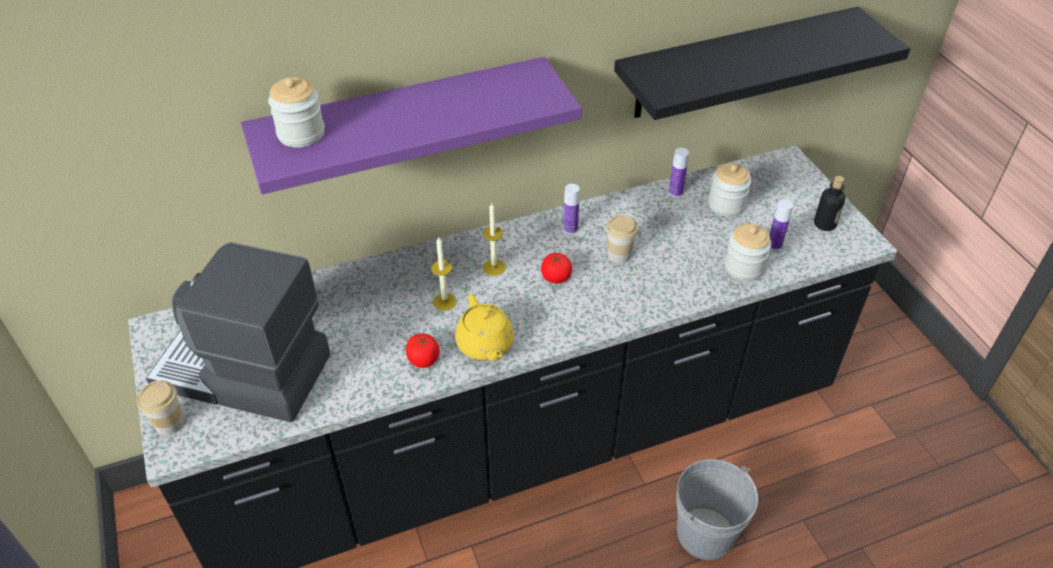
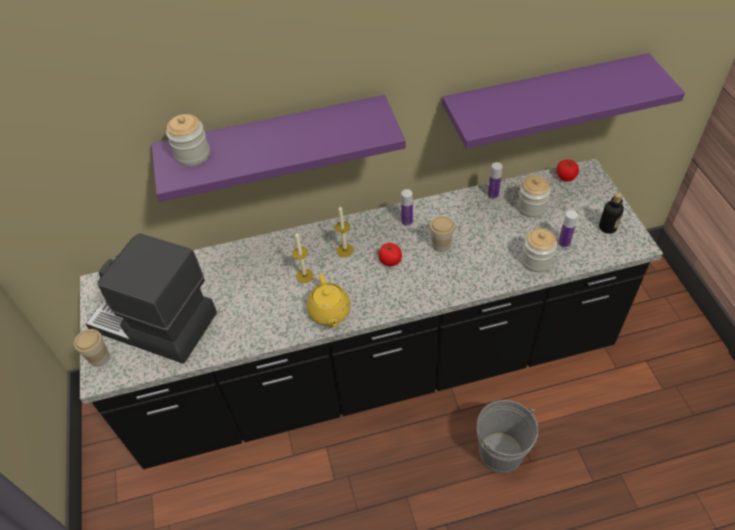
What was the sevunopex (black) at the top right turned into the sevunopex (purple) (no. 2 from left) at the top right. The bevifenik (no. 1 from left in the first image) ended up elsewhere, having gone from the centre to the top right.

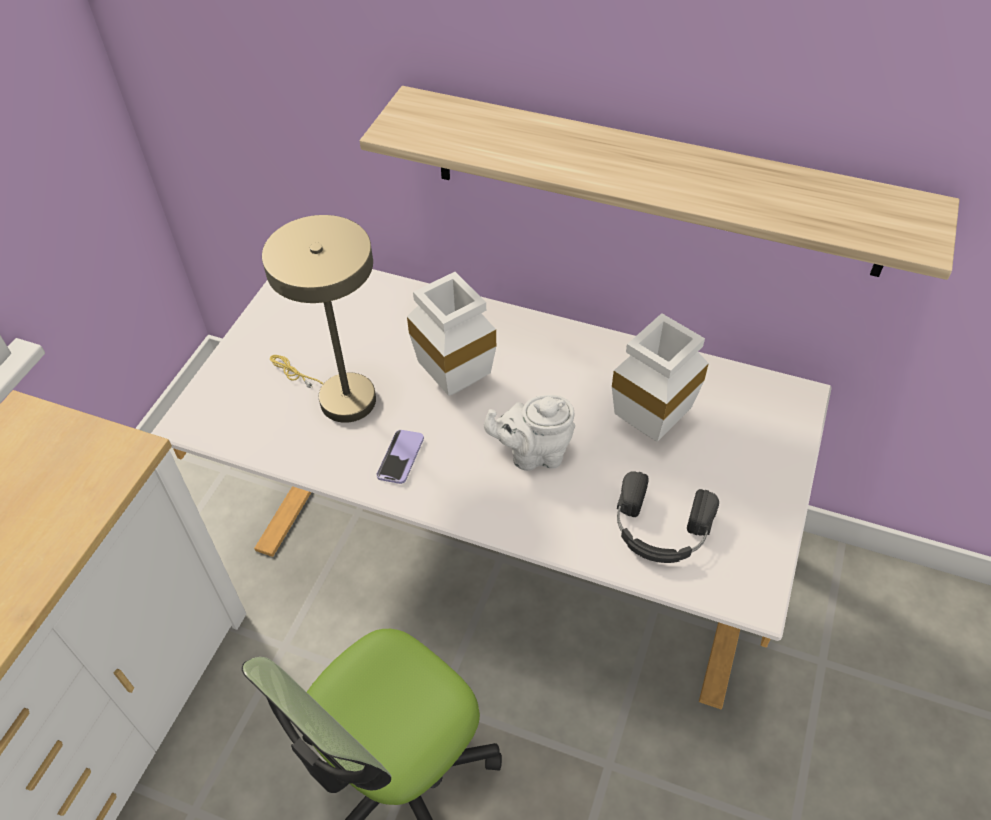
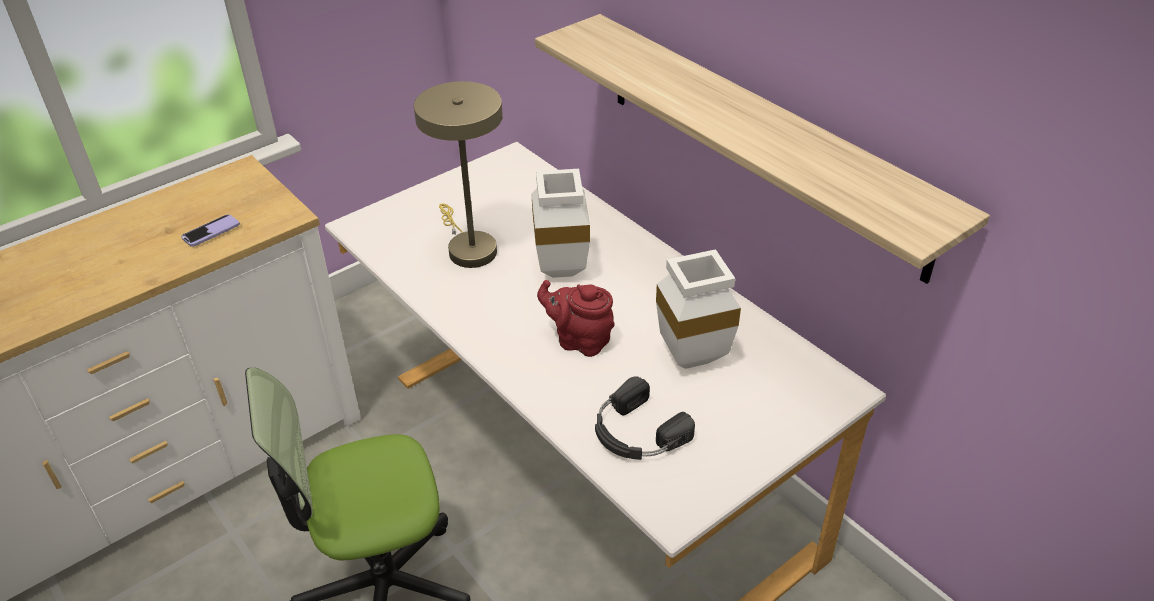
The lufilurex ended up elsewhere, having gone from the centre to the middle left. What was the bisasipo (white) at the centre turned into the bisasipo (red) at the centre.

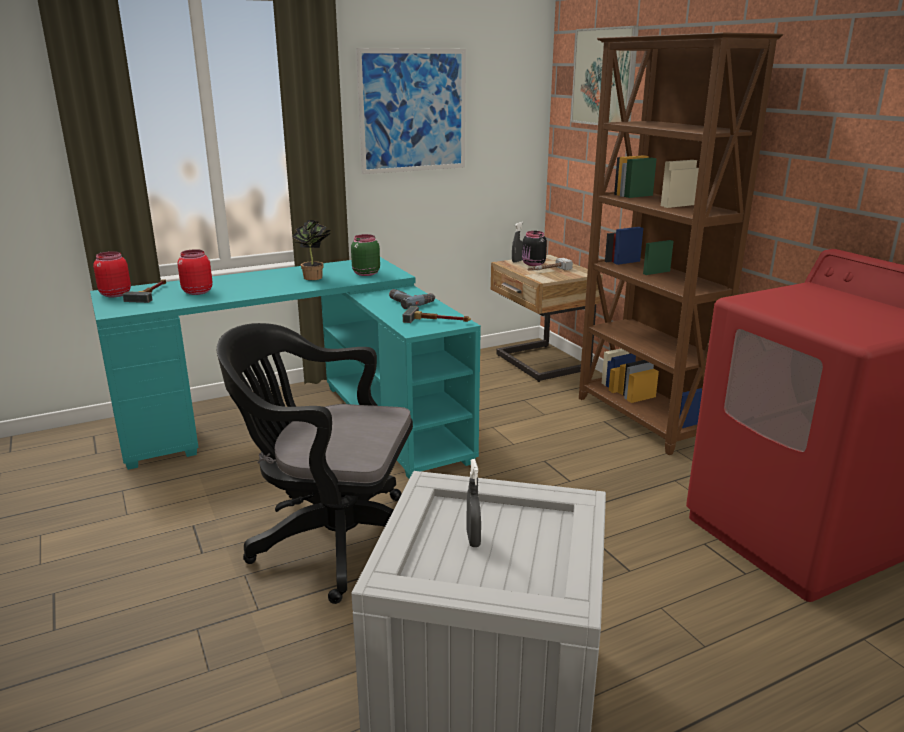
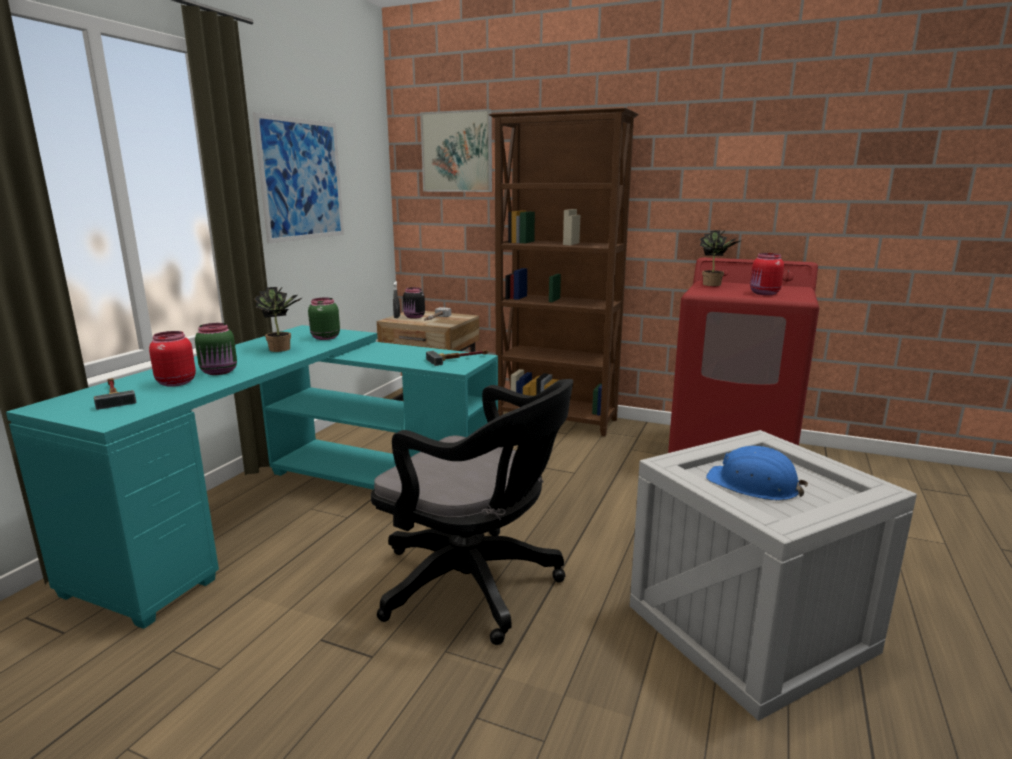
The second view gained the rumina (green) (no. 1 from left) at the middle left. The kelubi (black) at the centre ended up facing another way, 120 degrees counterclockwise from before. The second view gained the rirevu (no. 2 from left) at the middle right. Where the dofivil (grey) (no. 1 from left) stood at the bottom centre, the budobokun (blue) came to stand at the middle right. The rumina (red) (no. 1 from left in the first image) ended up elsewhere, having gone from the middle left to the middle right. The second view lost the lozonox at the centre.

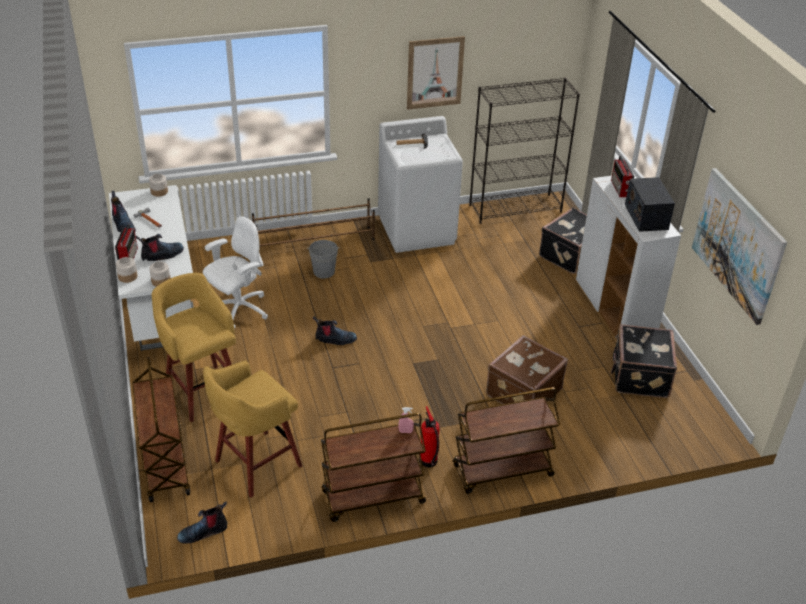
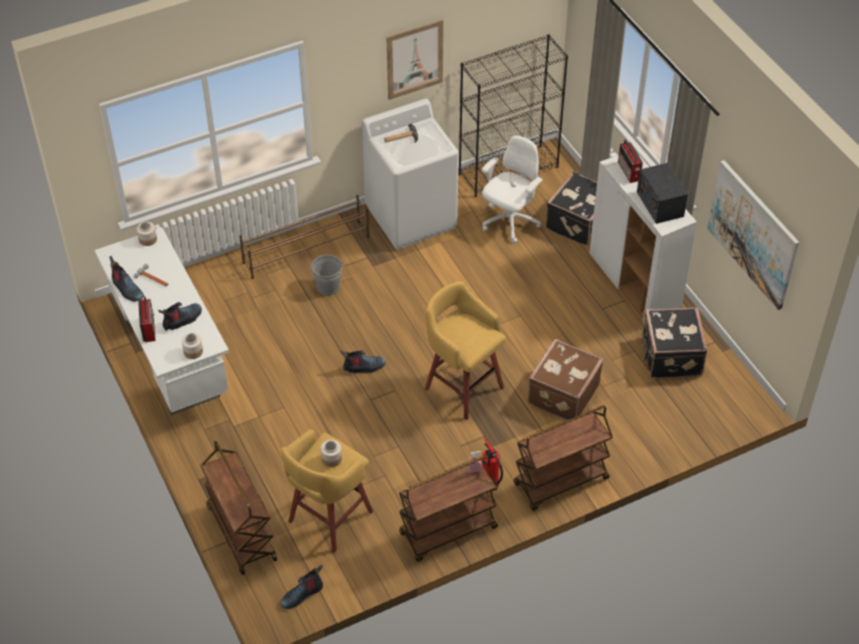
The rumina (no. 1 from left in the first image) ended up elsewhere, having gone from the middle left to the bottom centre. The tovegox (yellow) (no. 1 from left in the first image) ended up elsewhere, having gone from the middle left to the centre. The kelubi (white) ended up elsewhere, having gone from the middle left to the top centre.

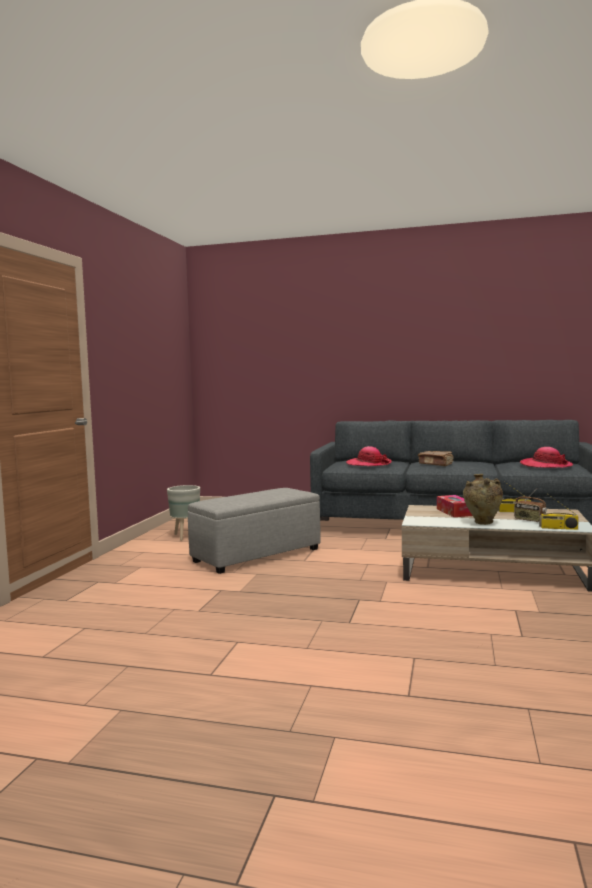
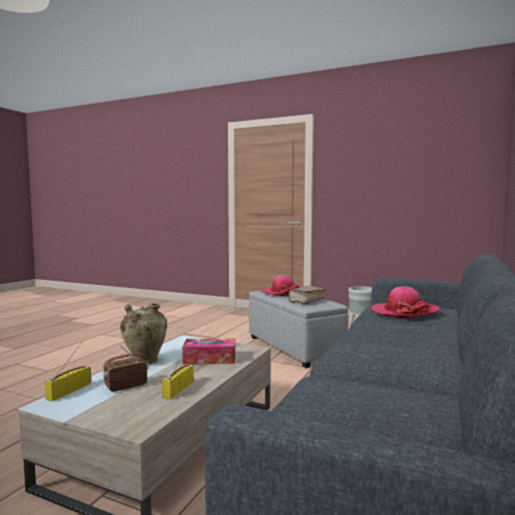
The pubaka (no. 2 from left in the first image) ended up elsewhere, having gone from the middle right to the centre. The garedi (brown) ended up elsewhere, having gone from the middle right to the centre.

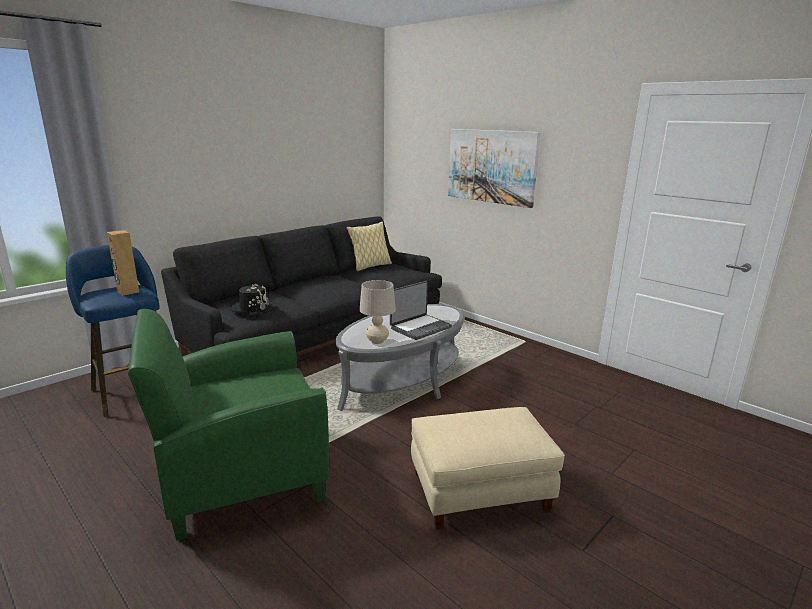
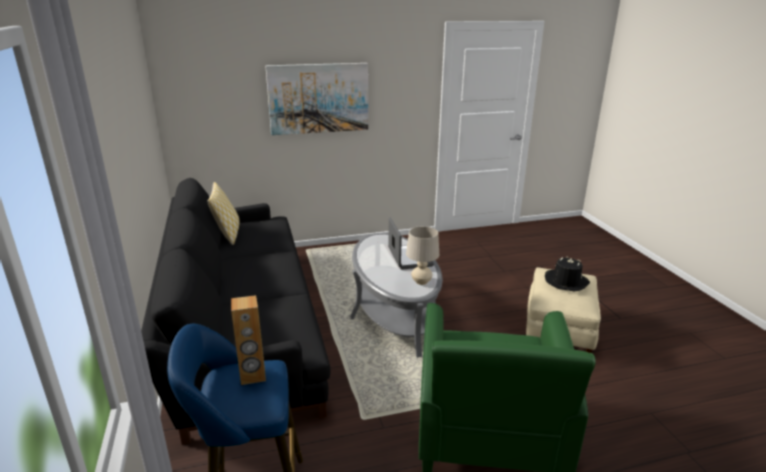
The pubaka (black) ended up elsewhere, having gone from the middle left to the middle right.

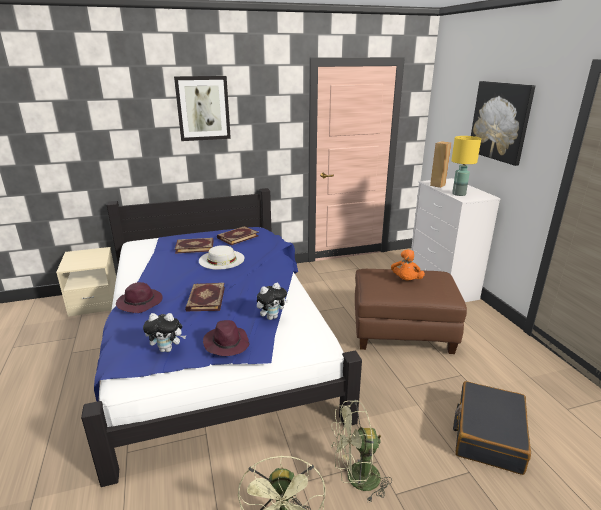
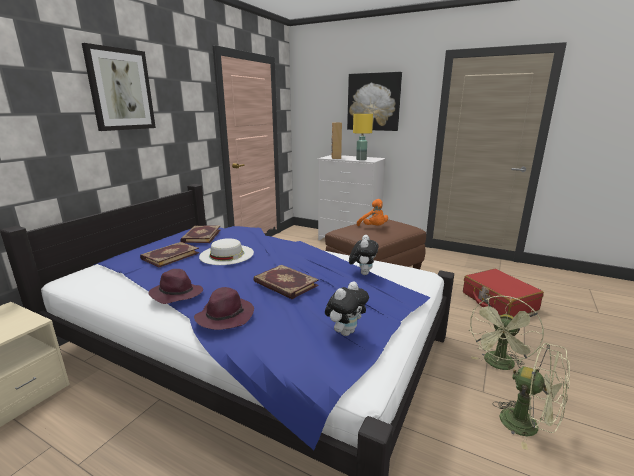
The pubaka (purple) (no. 2 from left in the first image) ended up elsewhere, having gone from the centre to the middle left. What was the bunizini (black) at the bottom right turned into the bunizini (red) at the middle right.

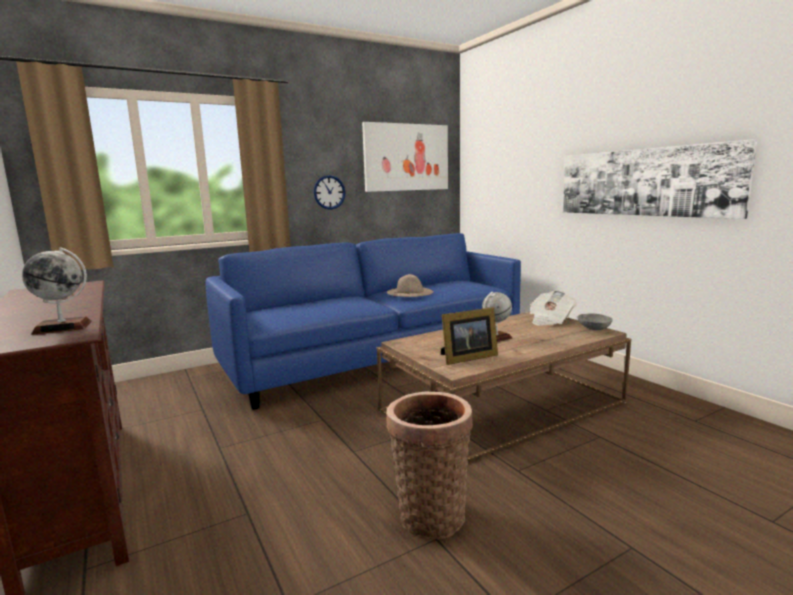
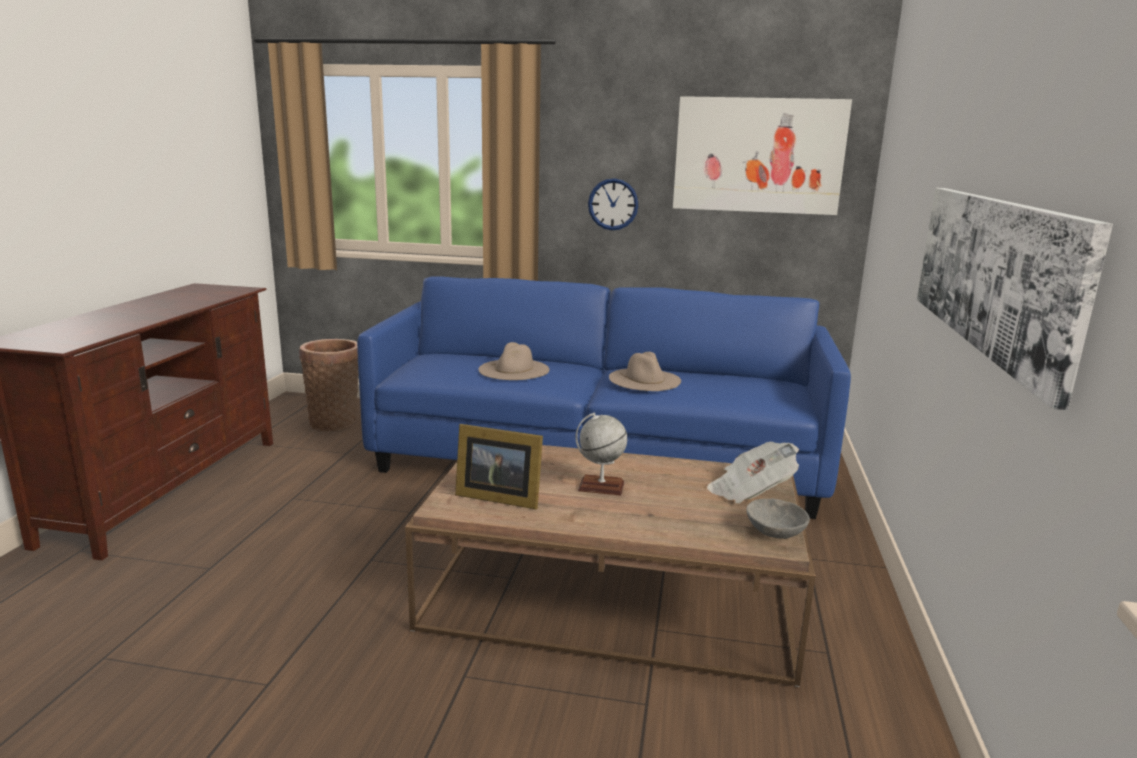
The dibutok ended up elsewhere, having gone from the bottom centre to the middle left. The second view gained the pubaka (beige) (no. 1 from left) at the centre. The second view lost the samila (no. 1 from left) at the middle left.

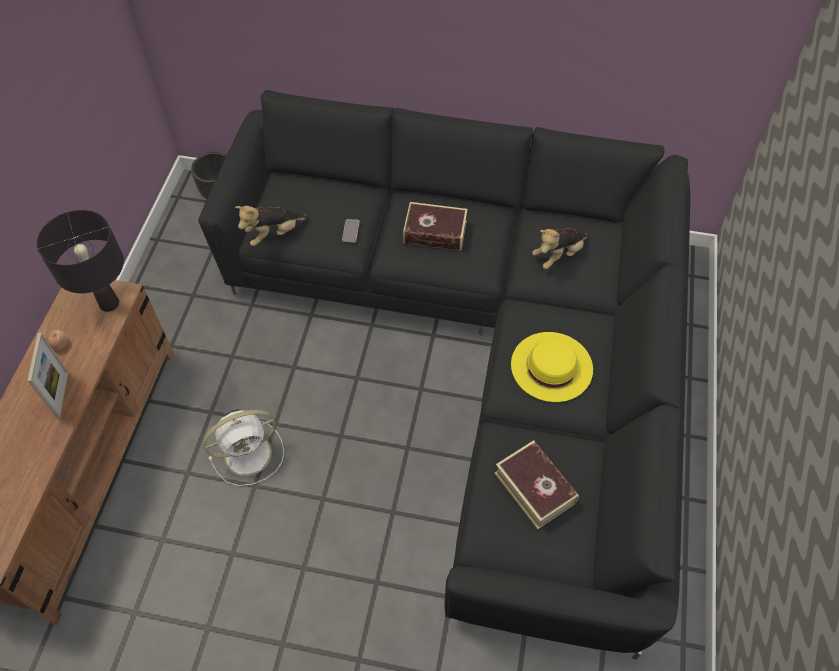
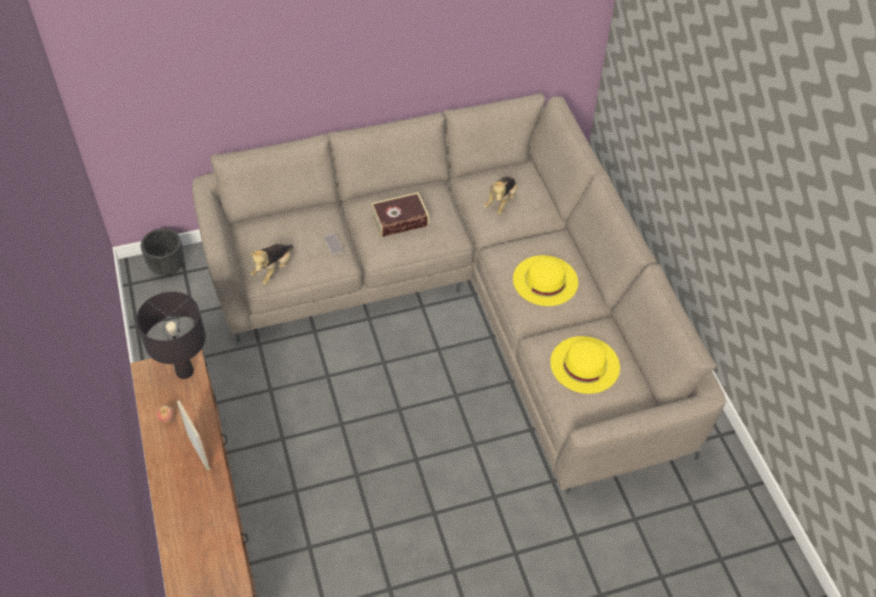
What was the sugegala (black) at the centre turned into the sugegala (beige) at the centre. Where the garedi (no. 2 from left) stood at the bottom centre, the pubaka (yellow) (no. 2 from left) came to stand at the middle right. The second view lost the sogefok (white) at the middle left.

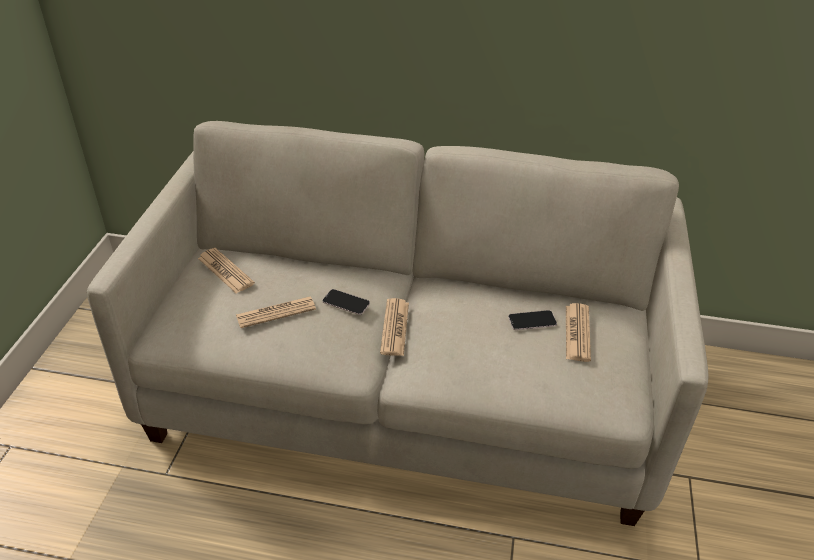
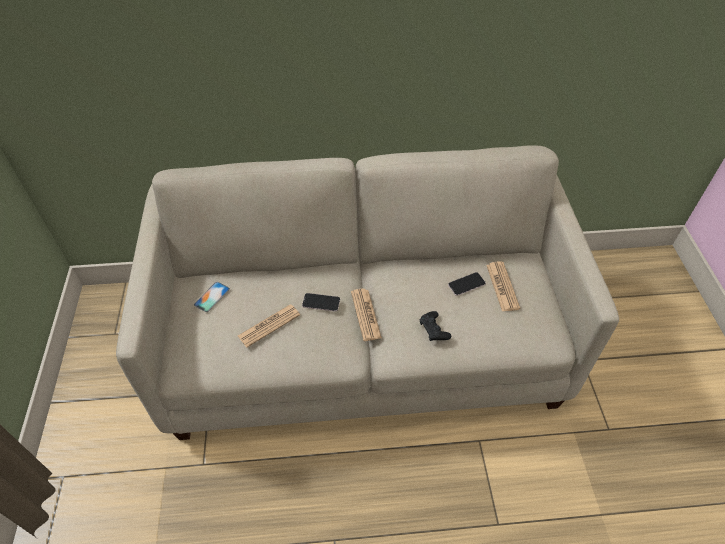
Where the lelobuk (no. 1 from left) stood at the middle left, the lufilurex (no. 1 from left) came to stand at the middle left. The second view gained the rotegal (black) at the centre.

